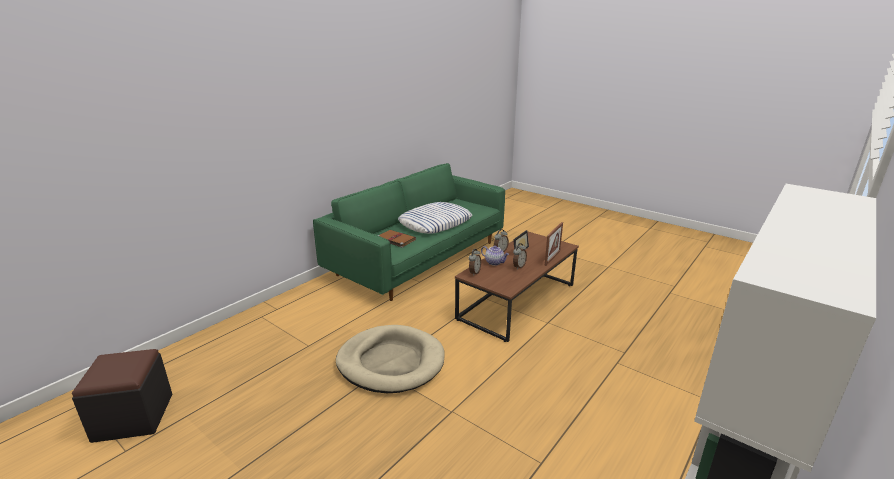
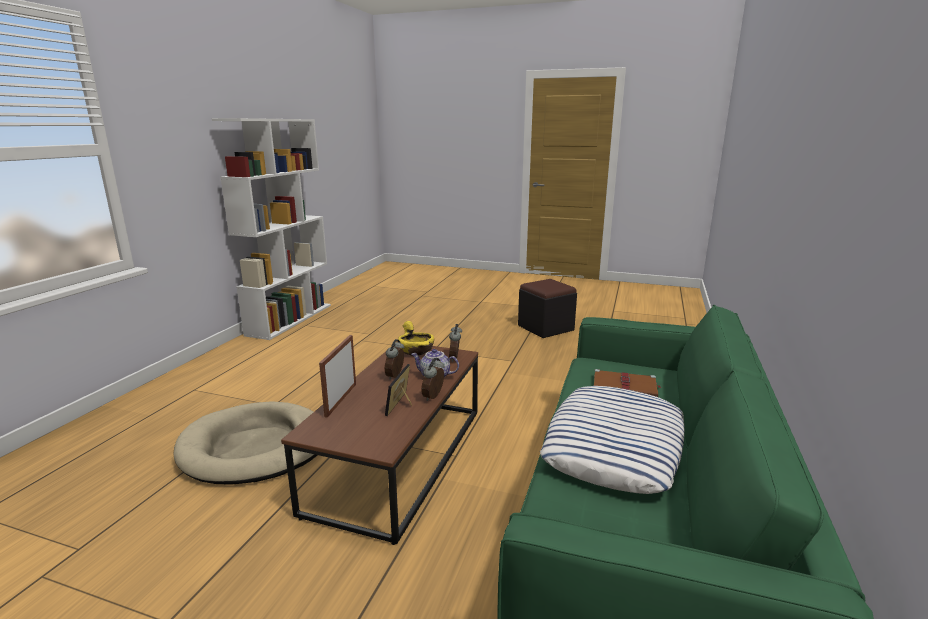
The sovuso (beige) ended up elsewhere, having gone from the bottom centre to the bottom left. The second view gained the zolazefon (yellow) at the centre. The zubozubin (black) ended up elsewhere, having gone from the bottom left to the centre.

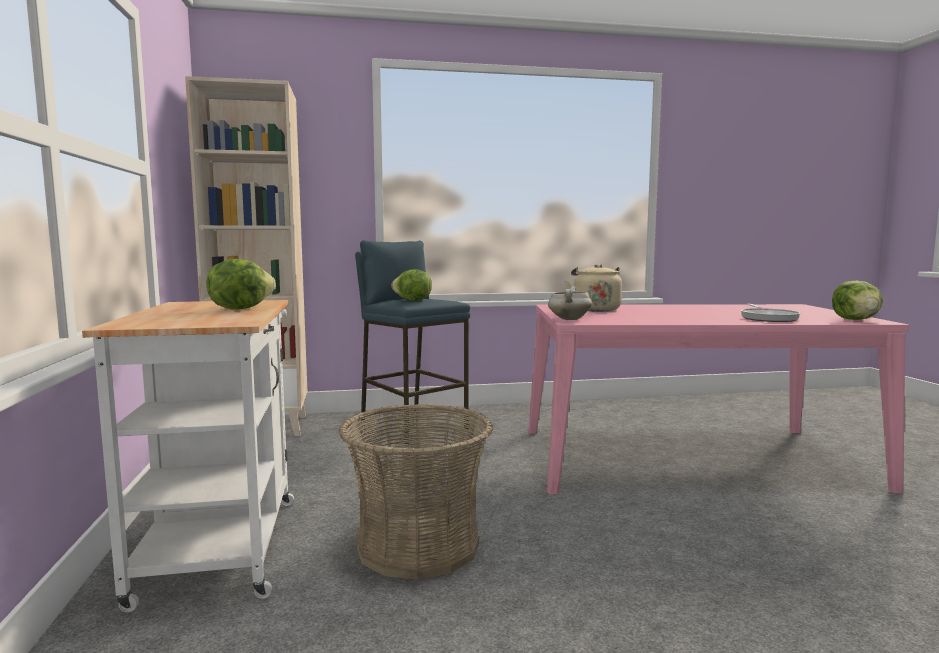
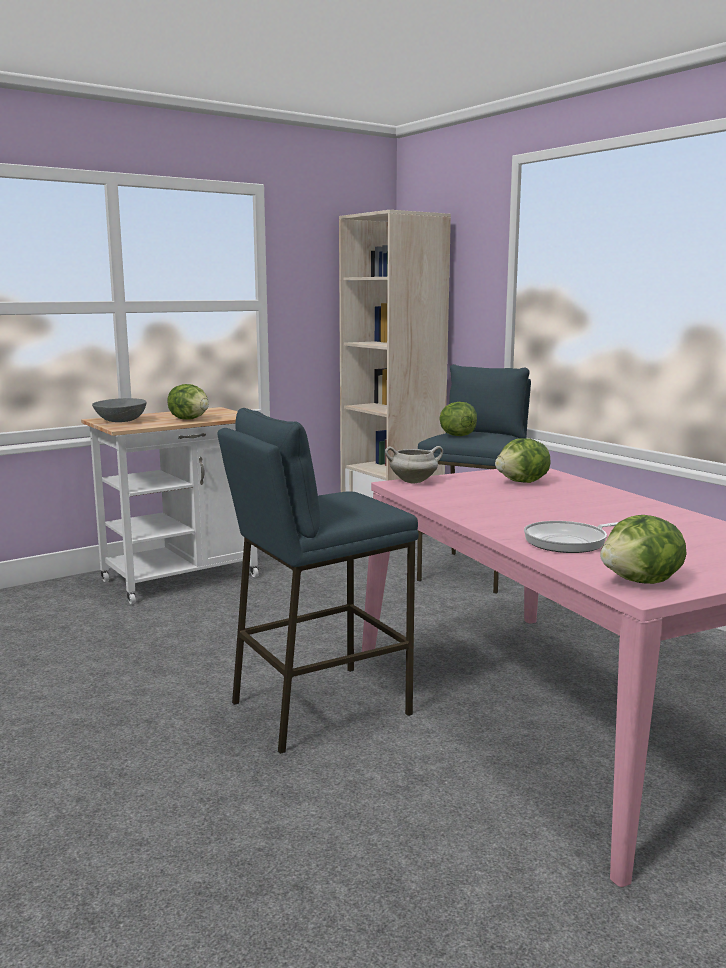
The second view gained the zolazefon (grey) at the middle left. The second view gained the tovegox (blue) (no. 1 from left) at the centre. Where the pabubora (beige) stood at the centre, the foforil (no. 3 from left) came to stand at the middle right. The second view lost the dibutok at the bottom centre.

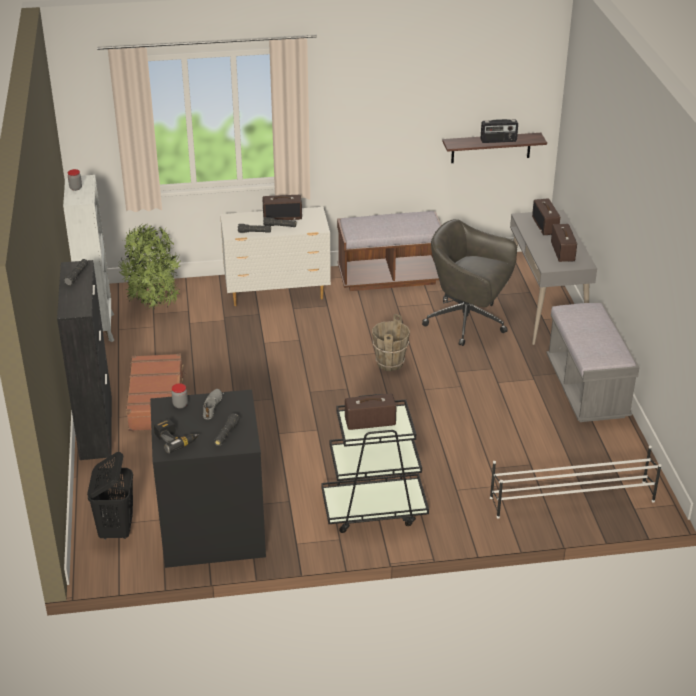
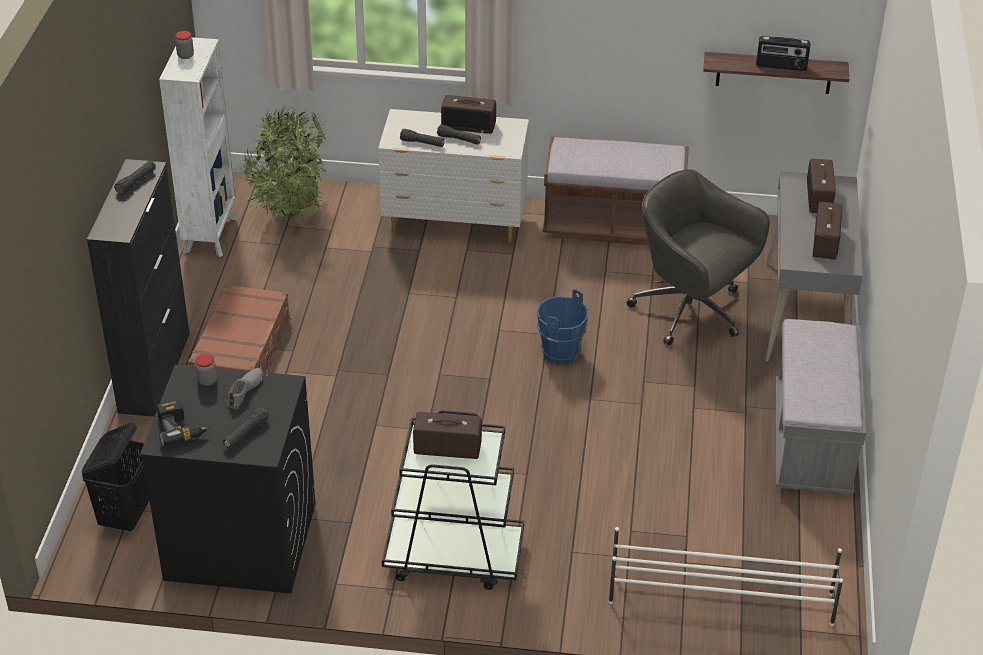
What was the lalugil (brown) at the centre turned into the lalugil (blue) at the centre.

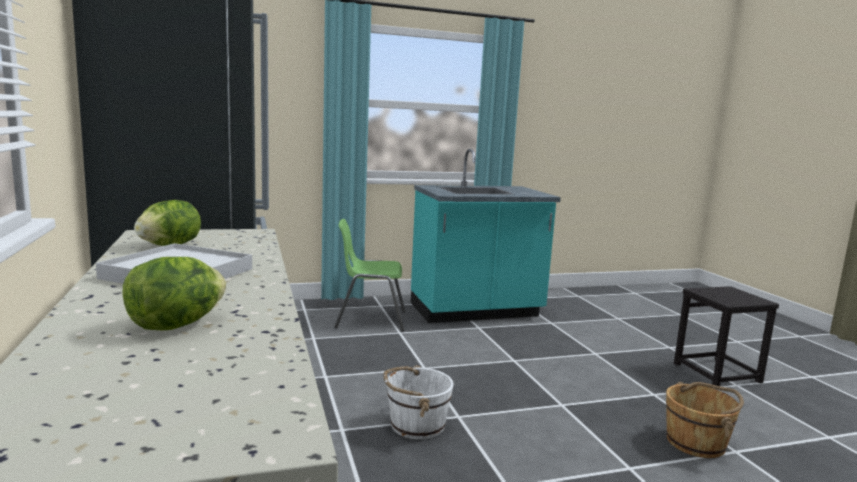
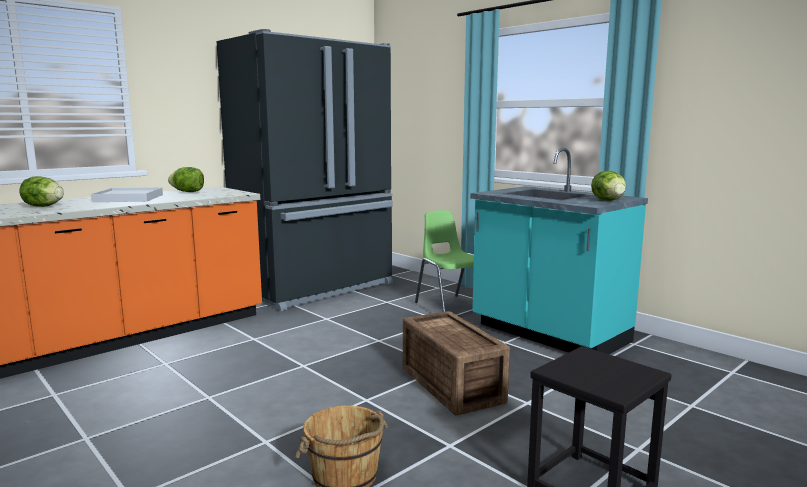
The second view gained the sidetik at the bottom centre. The second view gained the foforil (no. 3 from left) at the middle right. The second view lost the lalugil (white) at the bottom centre.

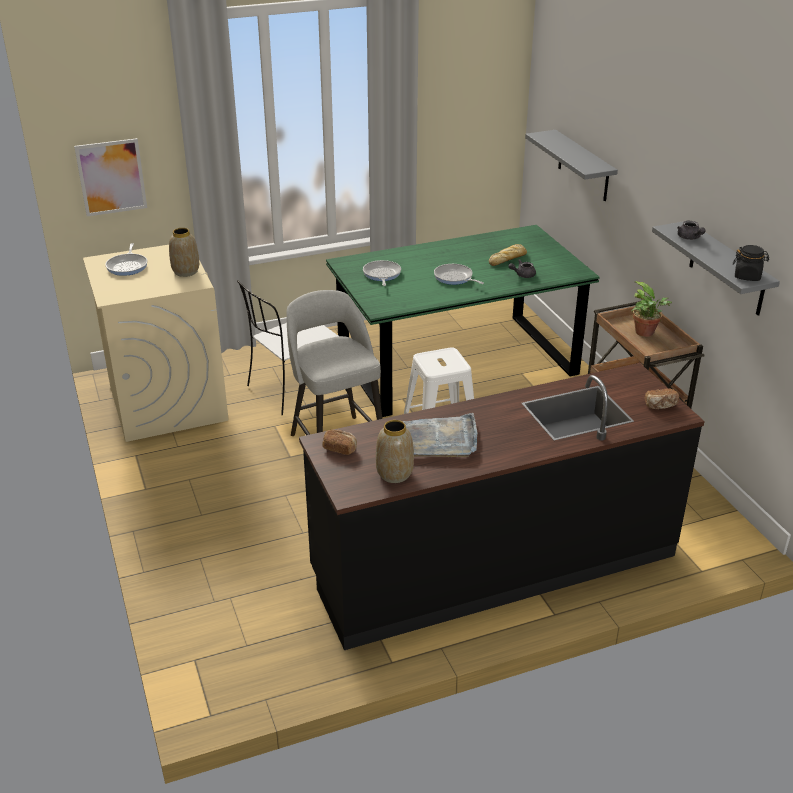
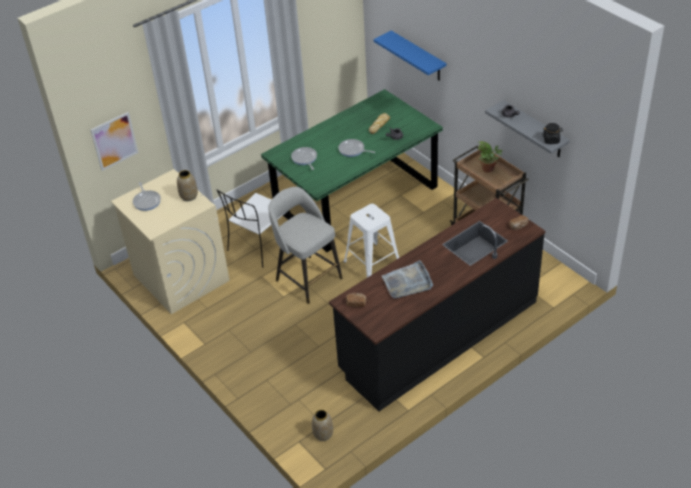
The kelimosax (no. 2 from left) ended up elsewhere, having gone from the centre to the bottom centre. What was the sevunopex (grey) (no. 1 from left) at the top right turned into the sevunopex (blue) at the top centre.

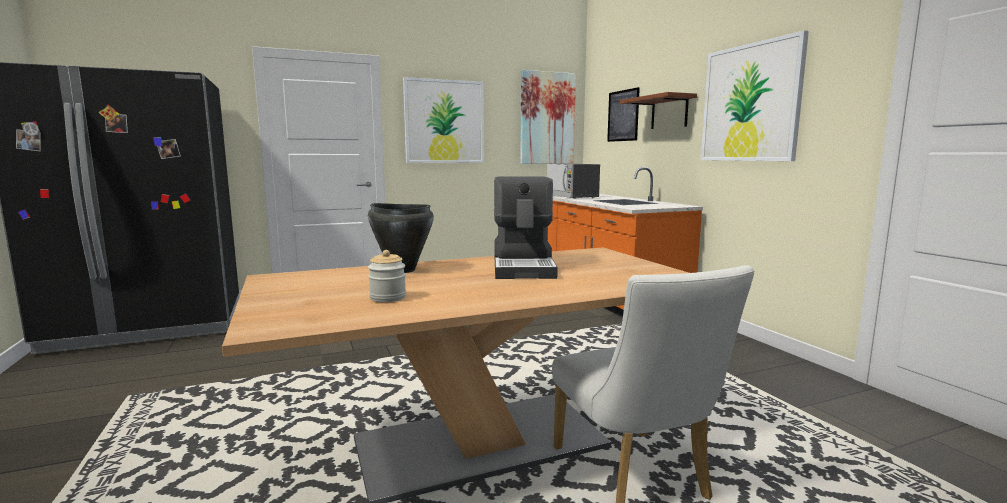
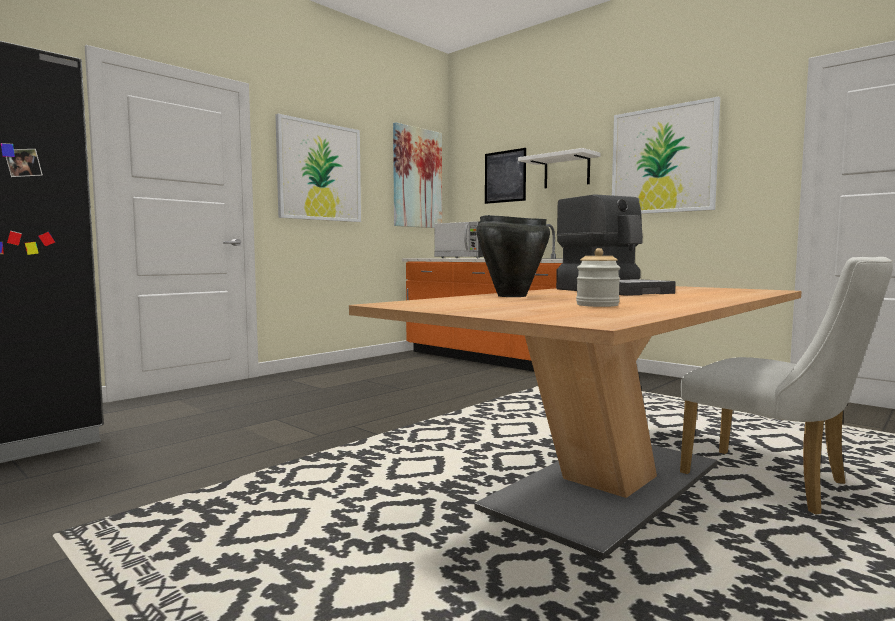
What was the sevunopex (brown) at the top centre turned into the sevunopex (white) at the top centre.

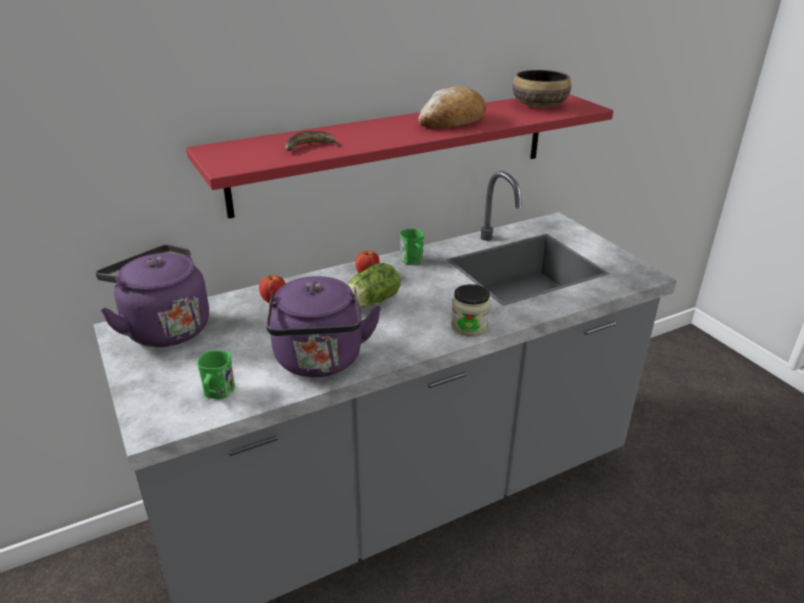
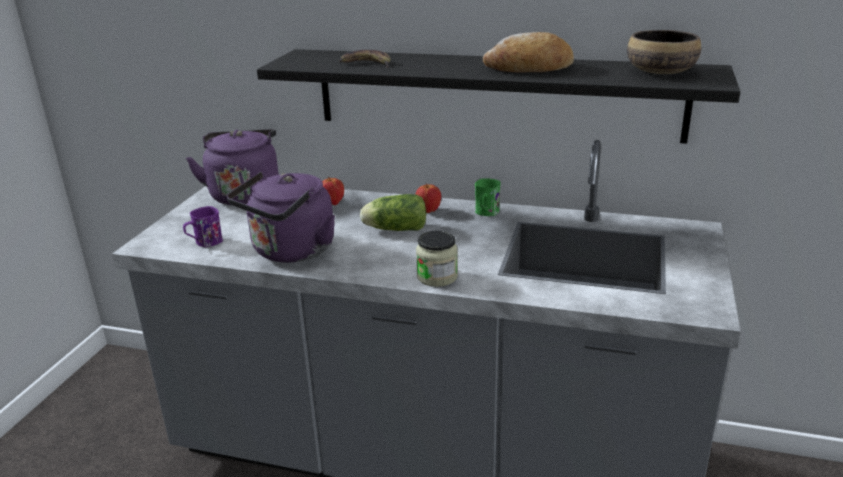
What was the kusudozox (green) (no. 1 from left) at the middle left turned into the kusudozox (purple) at the middle left. What was the sevunopex (red) at the top centre turned into the sevunopex (black) at the top centre.

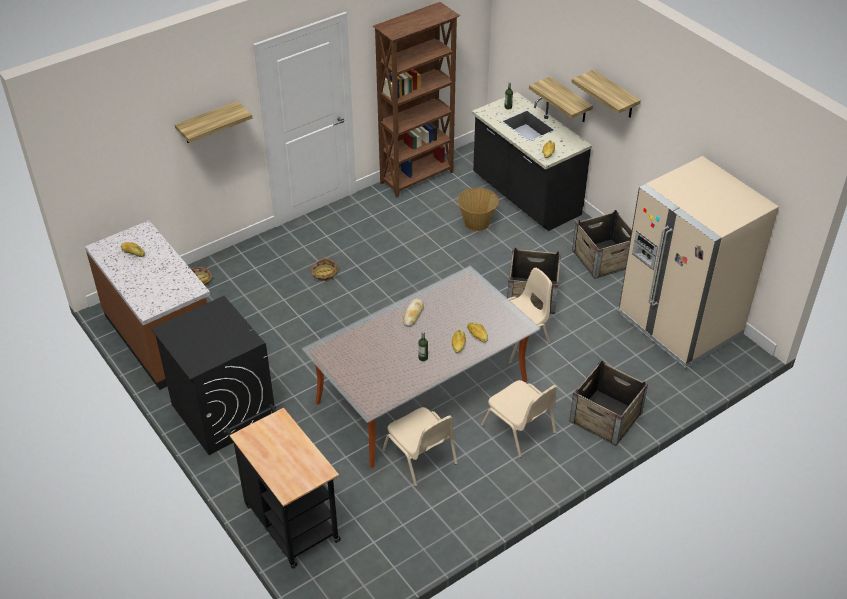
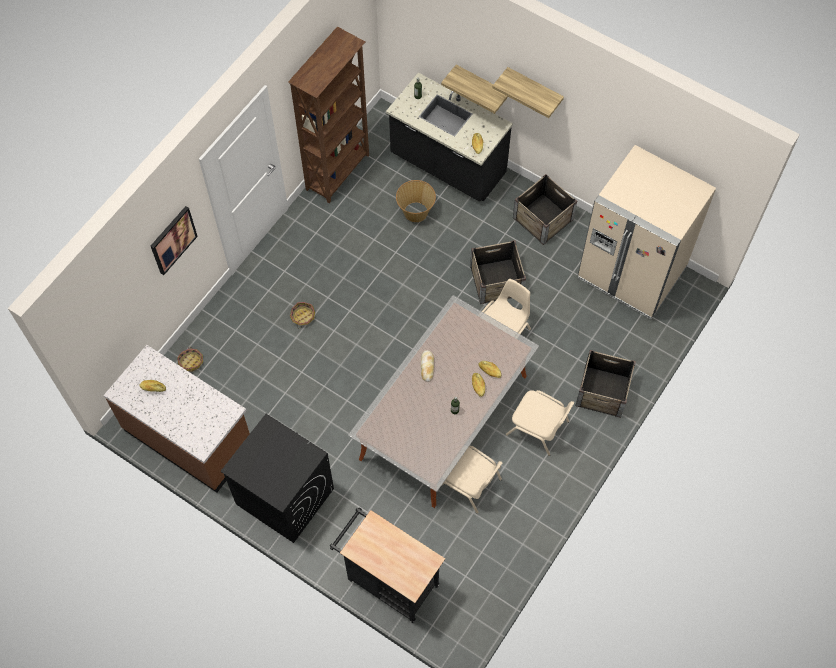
Where the sevunopex (no. 1 from left) hung at the top left, the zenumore came to hang at the middle left.

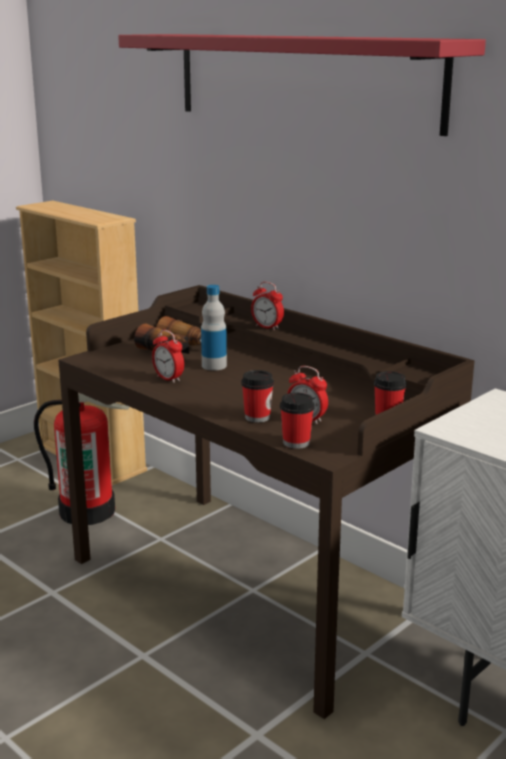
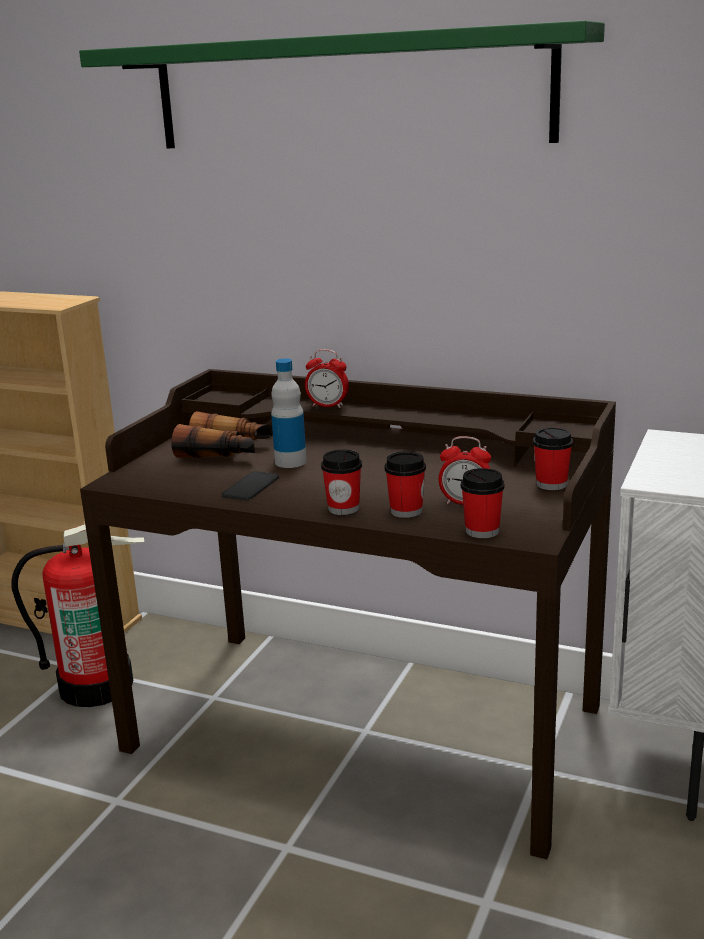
What was the sevunopex (red) at the top centre turned into the sevunopex (green) at the top centre. Where the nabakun (no. 1 from left) stood at the middle left, the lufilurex came to stand at the centre. The second view gained the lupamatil (no. 1 from left) at the centre.

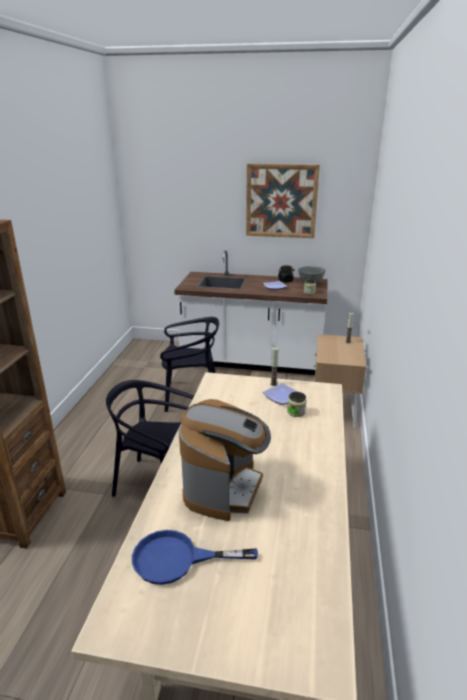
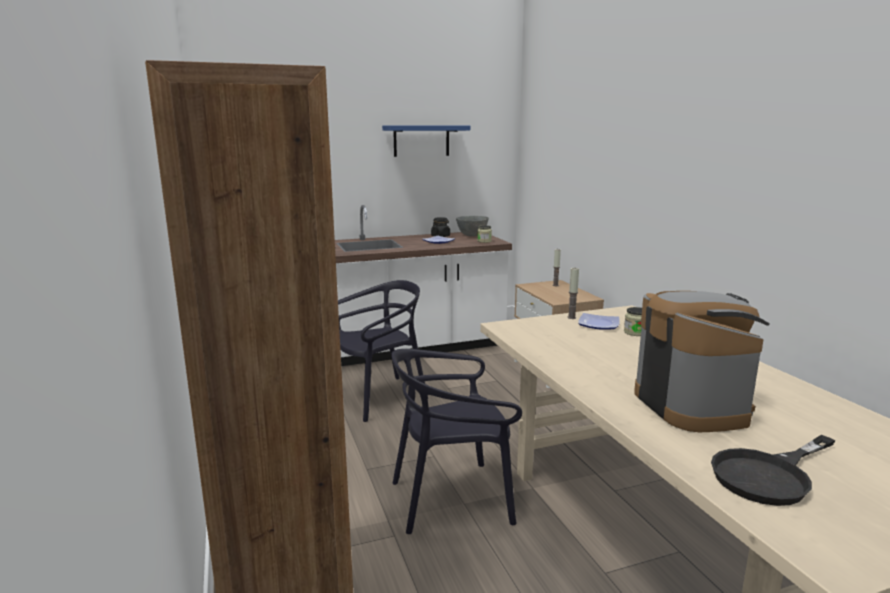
Where the zenumore hung at the top centre, the sevunopex (blue) came to hang at the top centre. What was the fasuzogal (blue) at the bottom centre turned into the fasuzogal (black) at the bottom right.

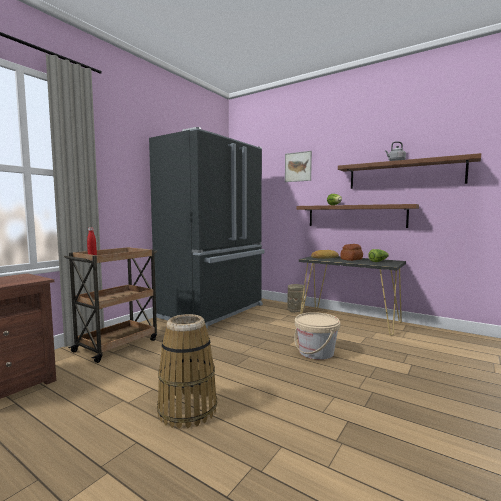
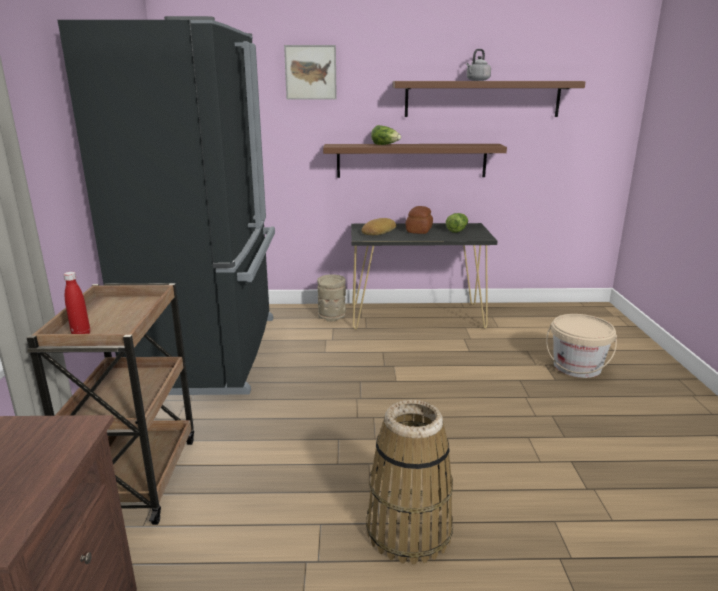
The lalugil (beige) ended up elsewhere, having gone from the bottom centre to the middle right.

